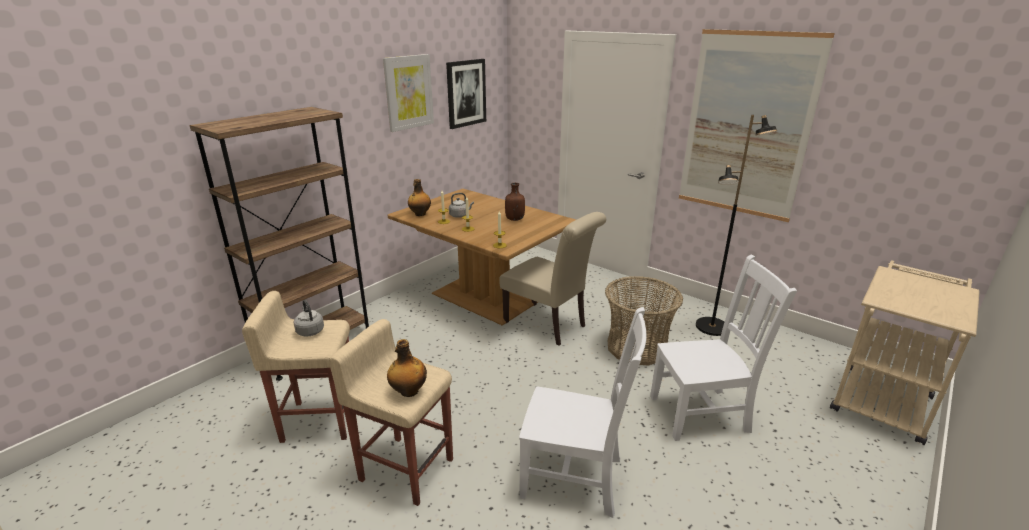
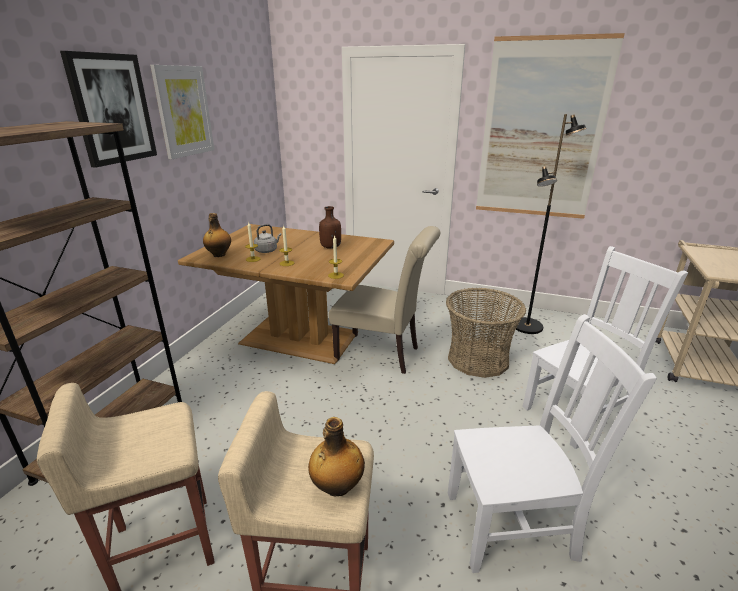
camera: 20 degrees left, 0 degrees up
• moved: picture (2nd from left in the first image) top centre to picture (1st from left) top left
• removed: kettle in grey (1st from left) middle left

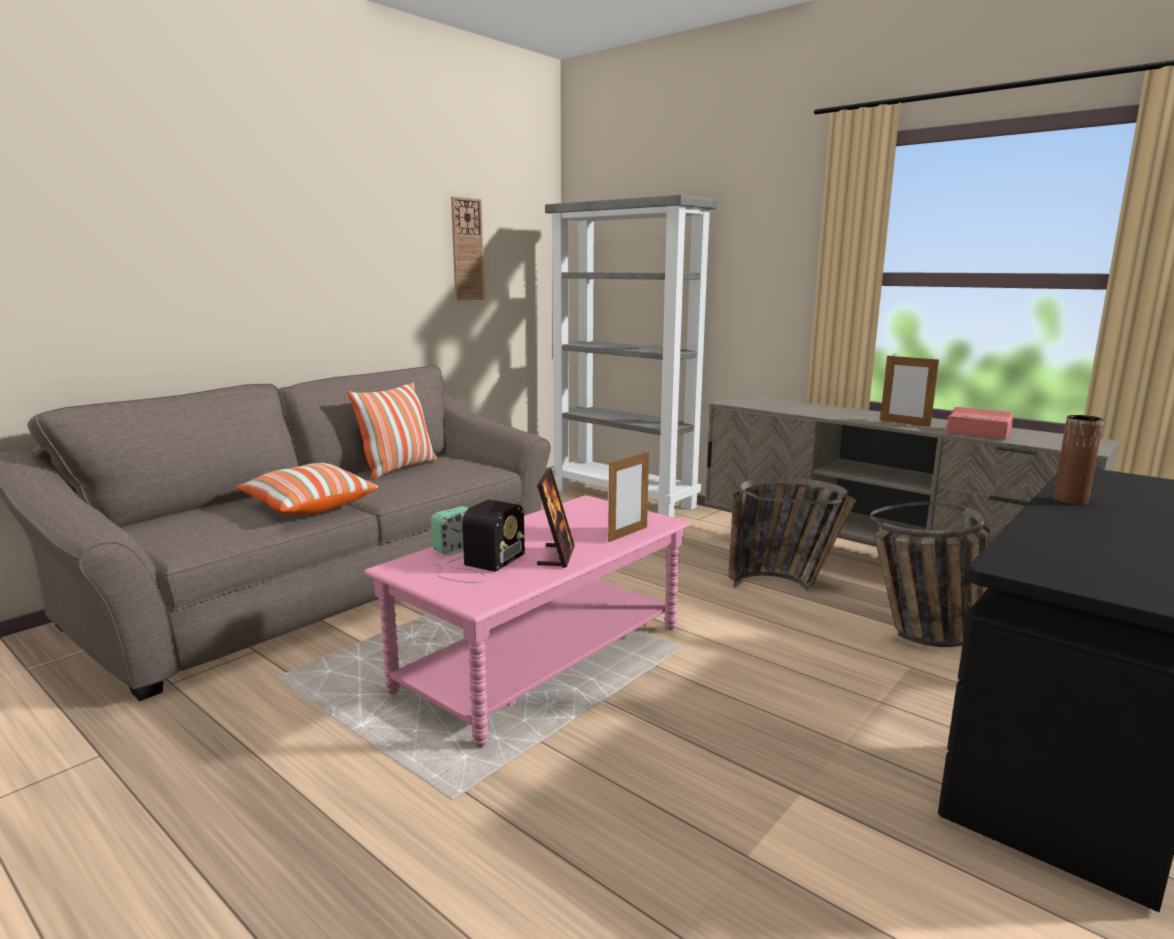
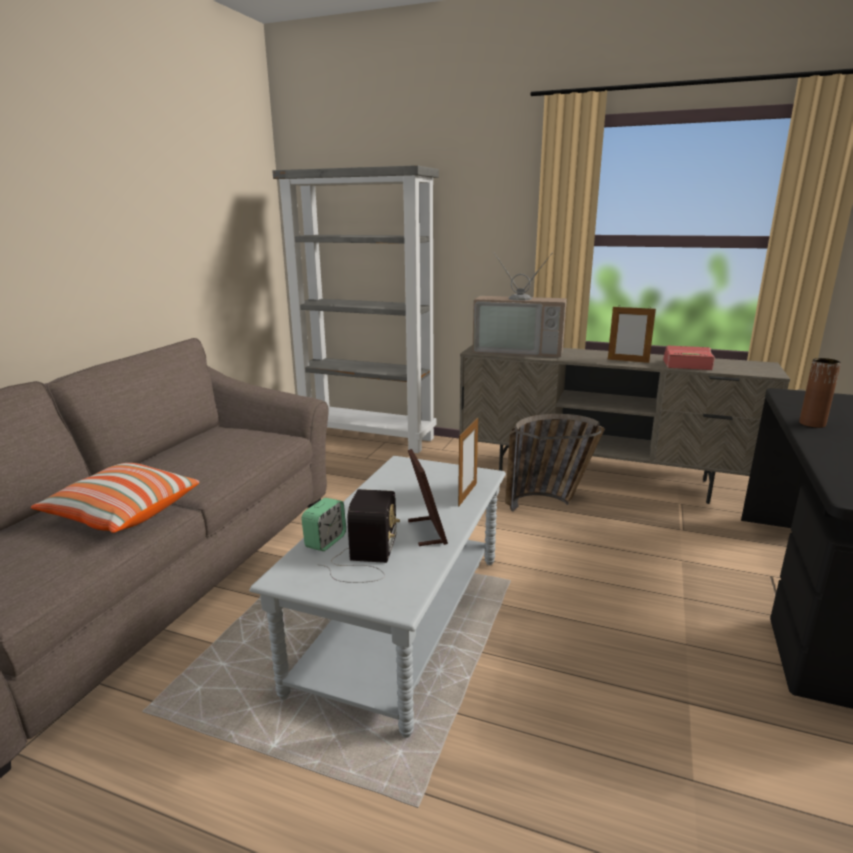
camera: 20 degrees left, 5 degrees up
• removed: hanging clock top centre
• removed: throw pillow (2nd from left) centre
• recoloured: coffee table in pinkish centre to coffee table in grey bottom centre
• removed: household basket (2nd from left) middle right
• added: TV set centre

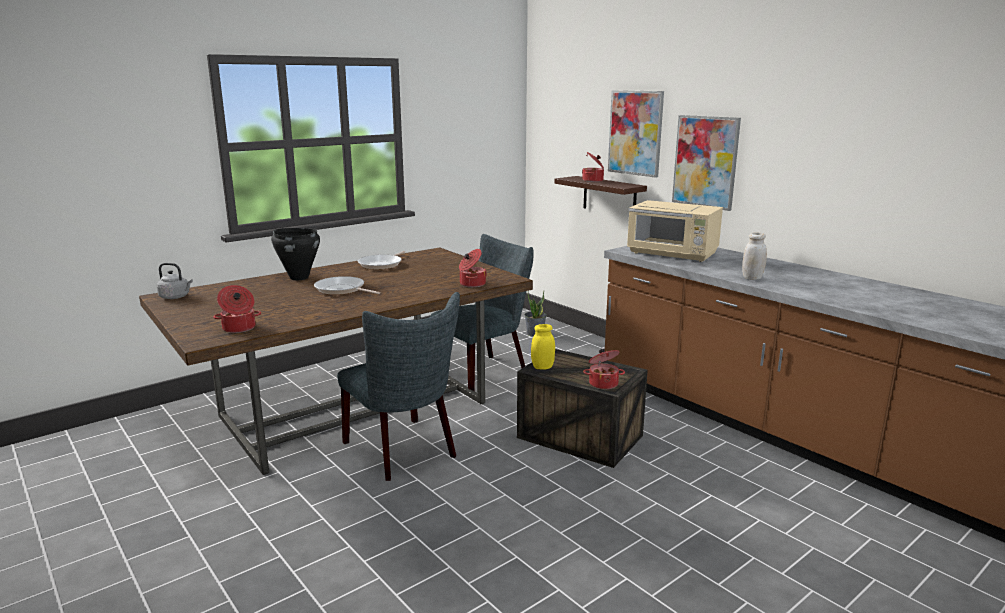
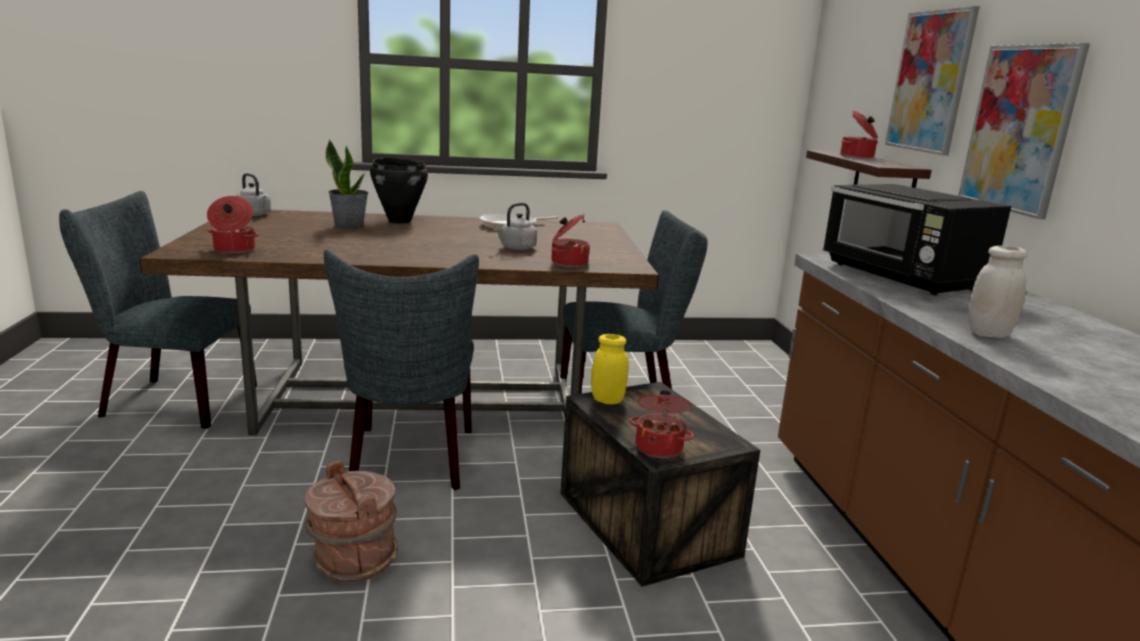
camera: 30 degrees right, 0 degrees up
• recoloured: microwave in sand-coloured middle right to microwave in black-coloured middle right
• removed: pan (1st from left) centre
• moved: potted plant centre to top left
• added: chair in grey (1st from left) middle left
• added: kettle in grey (2nd from left) centre
• added: water bucket in brownish bottom left

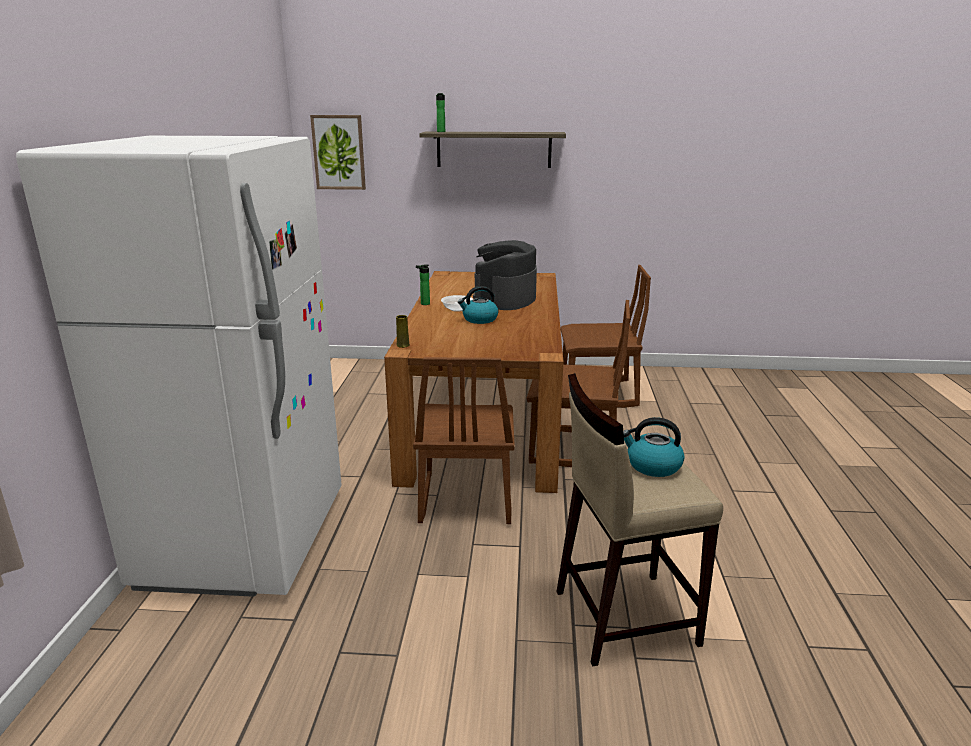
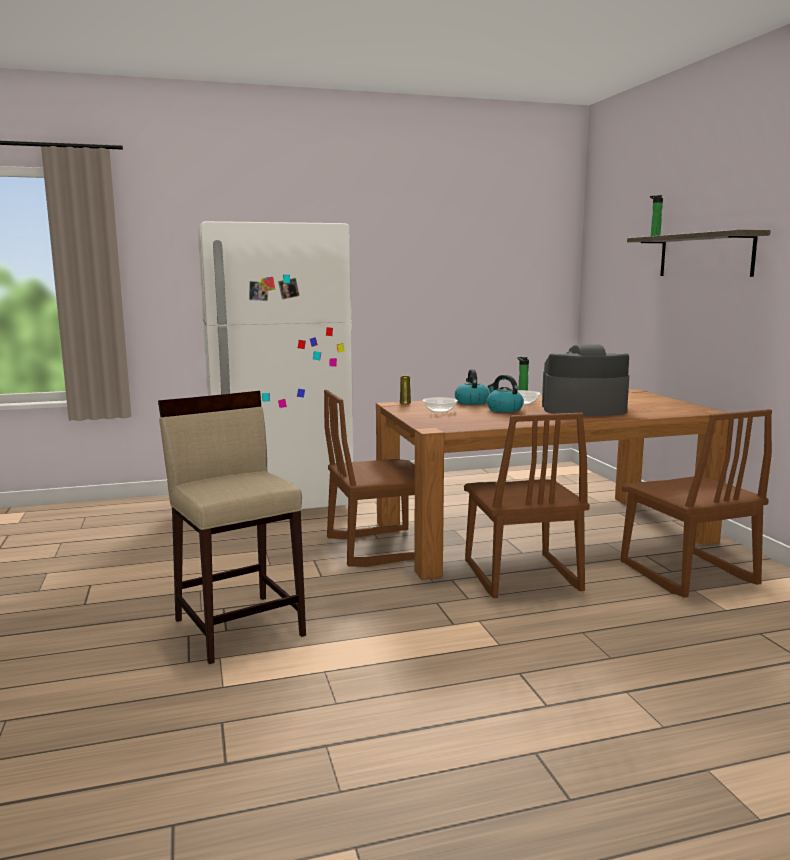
camera: 70 degrees right, 10 degrees down
• removed: picture top centre
• moved: kettle (2nd from left in the first image) middle right to kettle (1st from left) centre
• added: deep dish (1st from left) centre

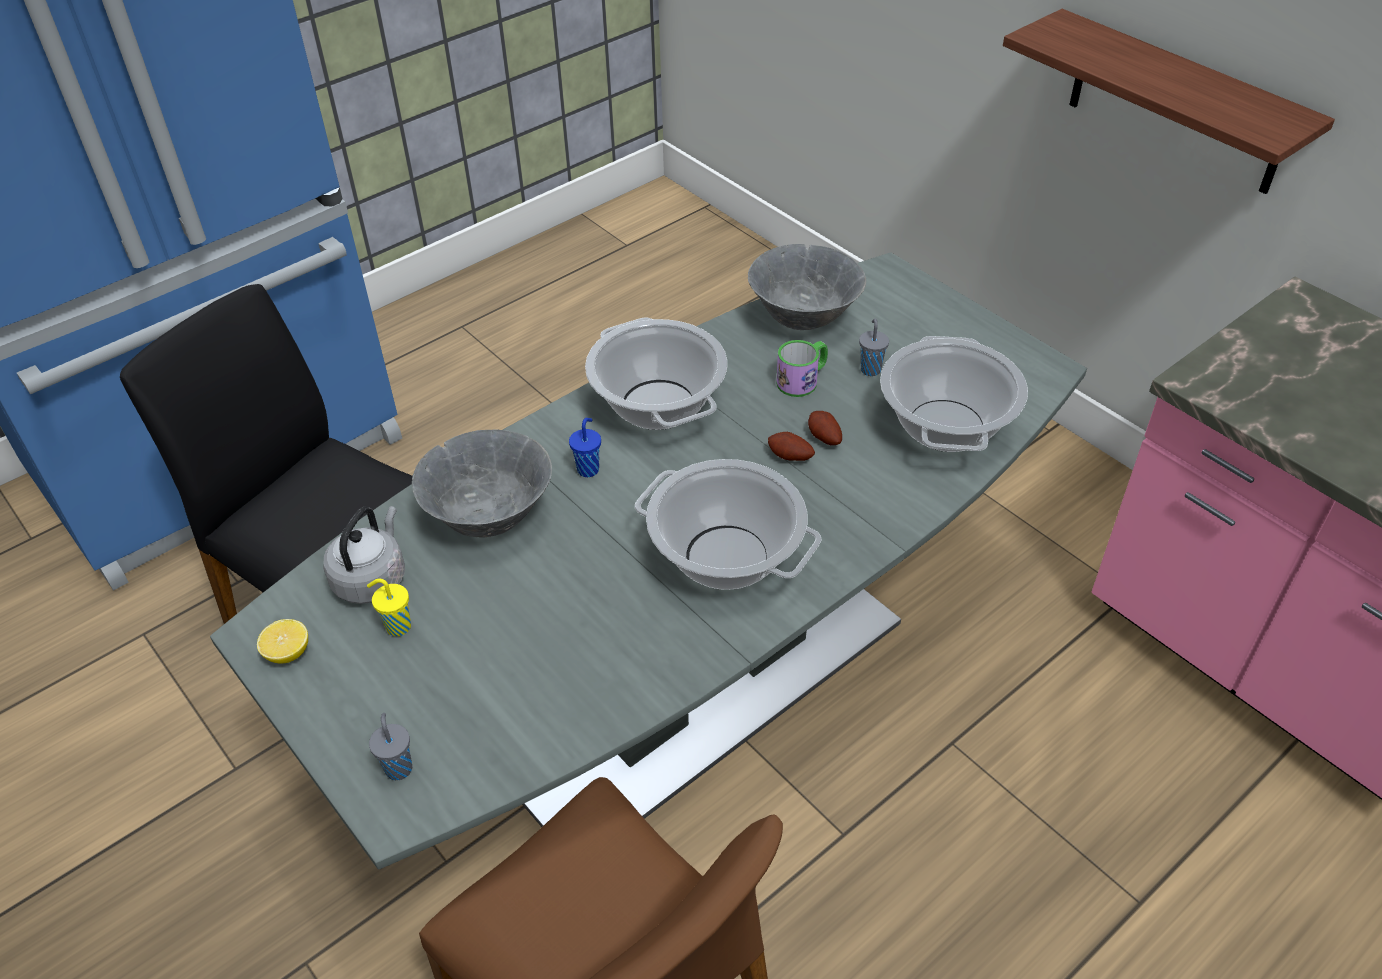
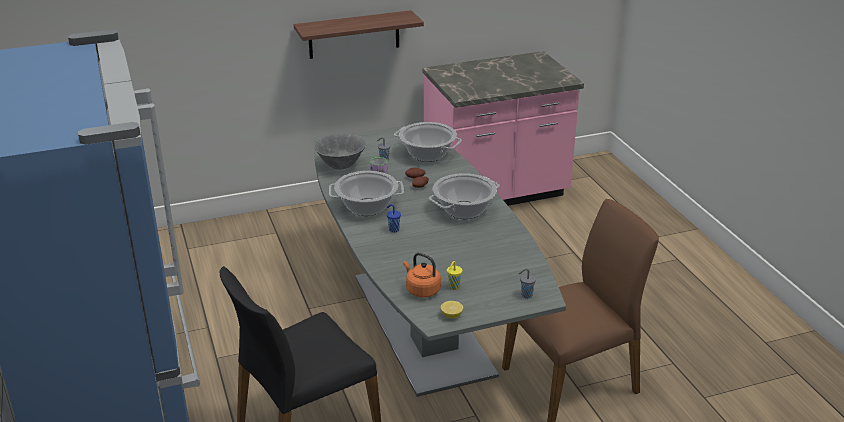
camera: 70 degrees left, 15 degrees down
• removed: deep dish in grey (1st from left) centre
• recoloured: kettle in grey middle left to kettle in orange centre

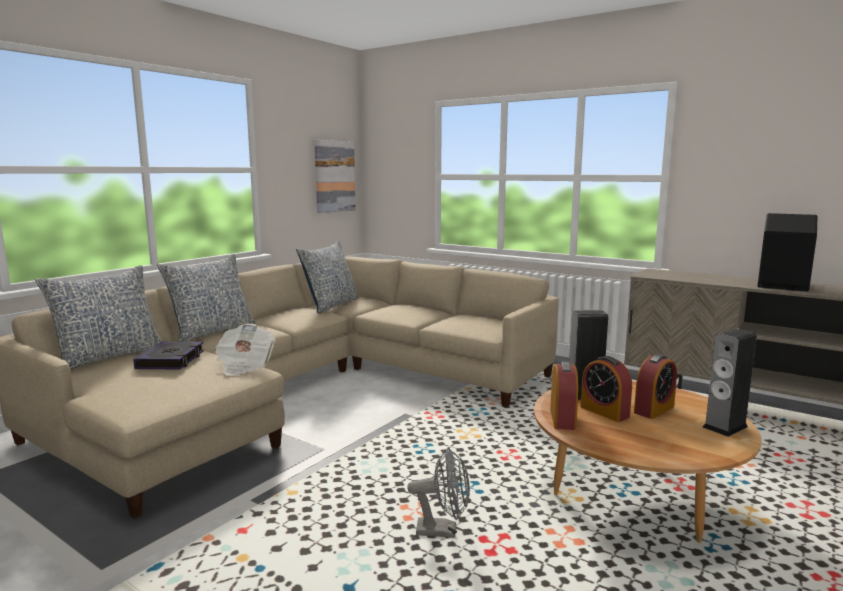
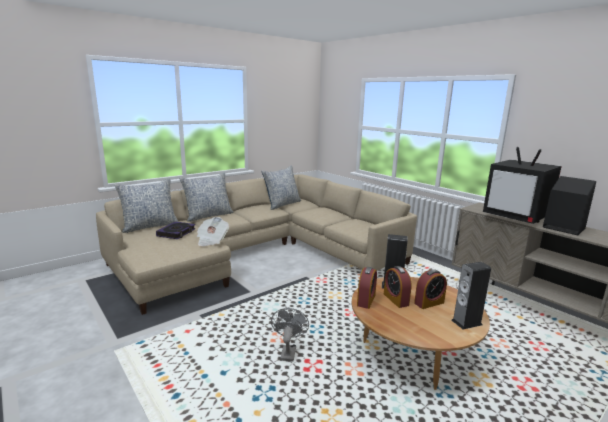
camera: 15 degrees right, 5 degrees up
• removed: picture top centre
• turned: fan in grey bottom centre = bottom centre 105 degrees counterclockwise
• added: TV set middle right

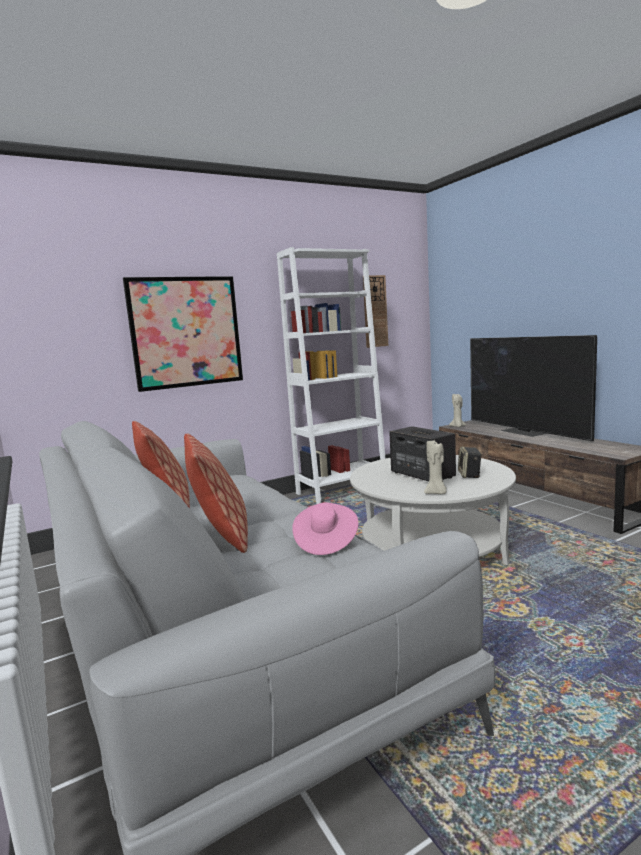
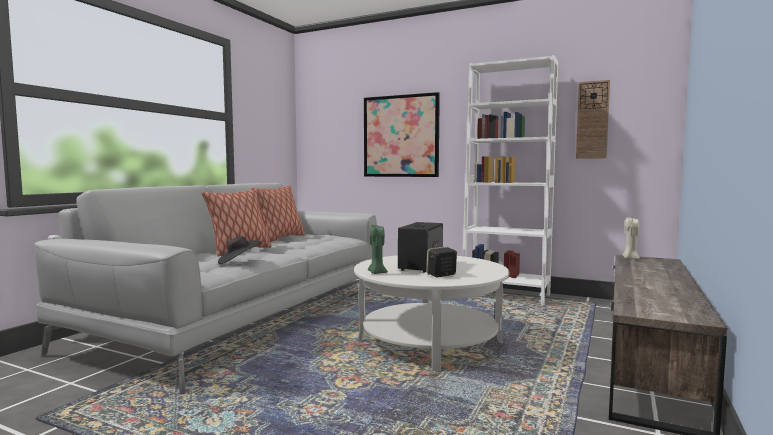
camera: 55 degrees right, 5 degrees down
• removed: TV set middle right
• recoloured: wax candle in sand-coloured (1st from left) middle right to wax candle in greenish centre
• recoloured: wearable hat in pinkish centre to wearable hat in black-coloured middle left

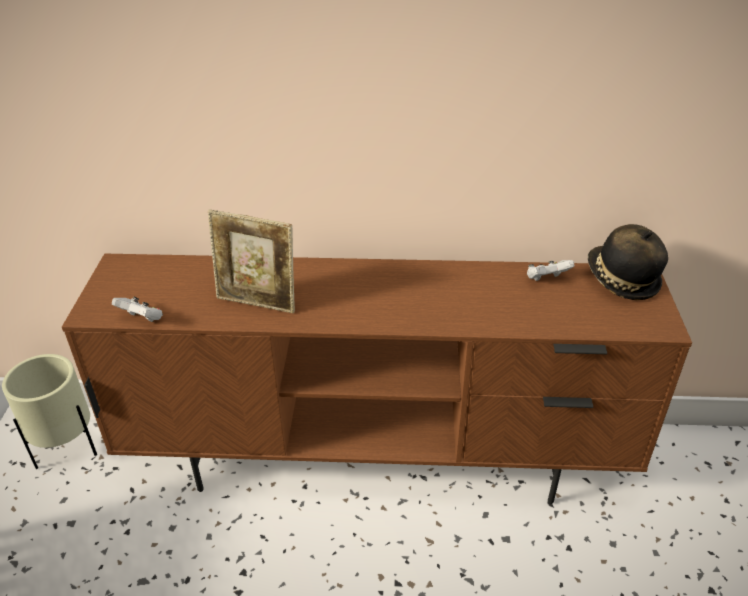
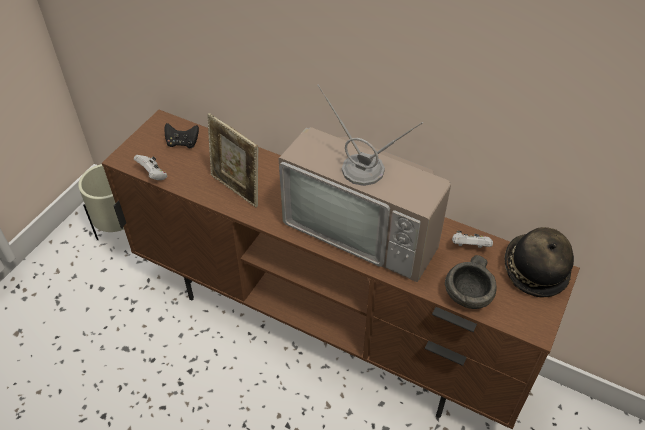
camera: 25 degrees right, 10 degrees up
• added: TV set centre
• added: game controller in black-coloured top left
• added: deep dish in grey middle right

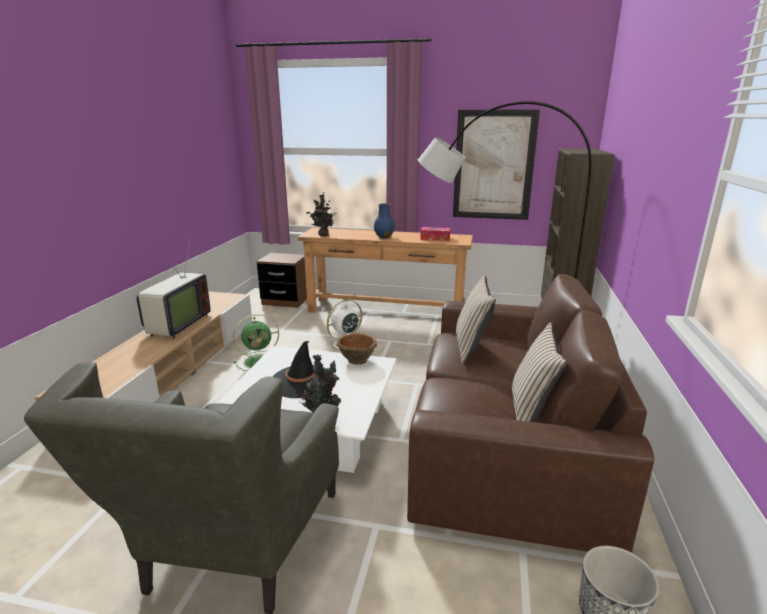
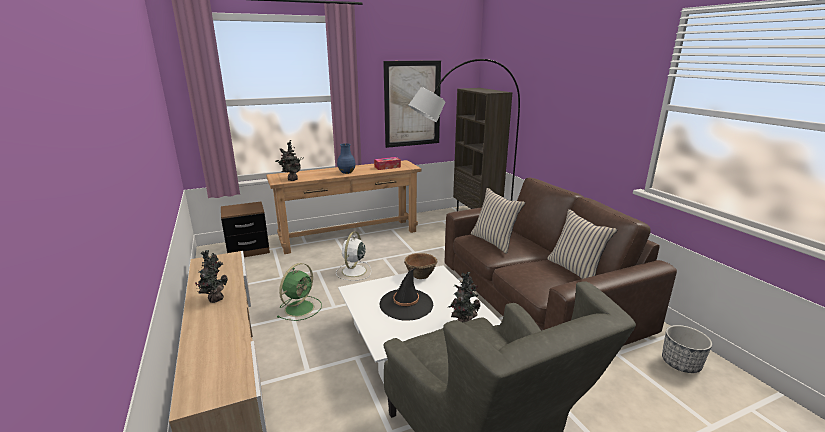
camera: 35 degrees left, 0 degrees up
• replaced: TV set middle left to potted plant (1st from left) middle left

